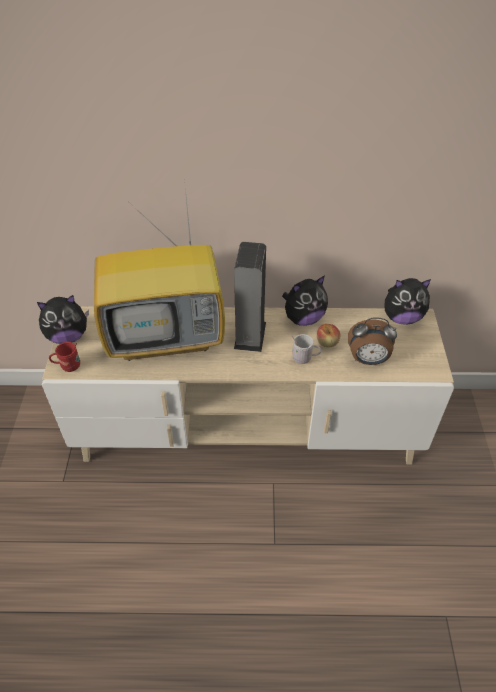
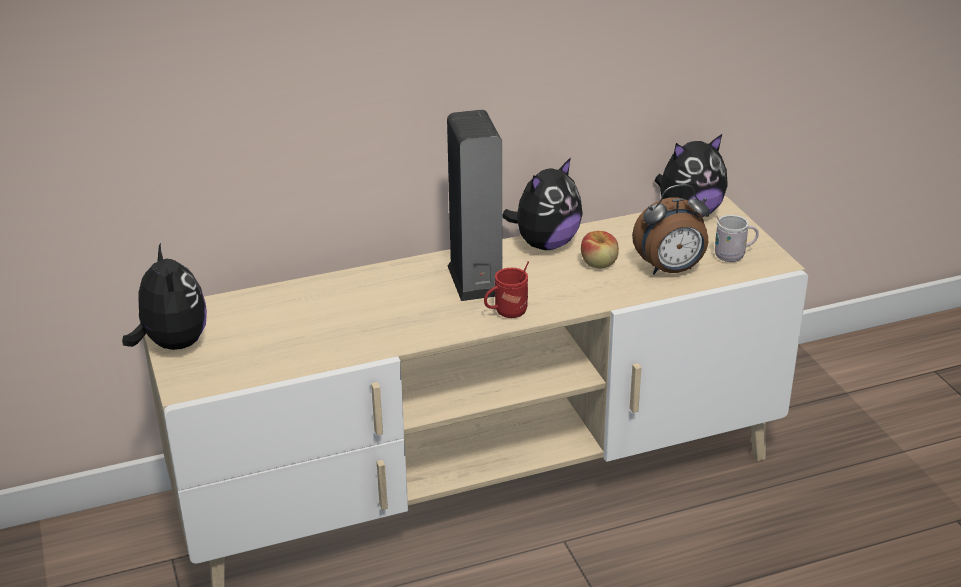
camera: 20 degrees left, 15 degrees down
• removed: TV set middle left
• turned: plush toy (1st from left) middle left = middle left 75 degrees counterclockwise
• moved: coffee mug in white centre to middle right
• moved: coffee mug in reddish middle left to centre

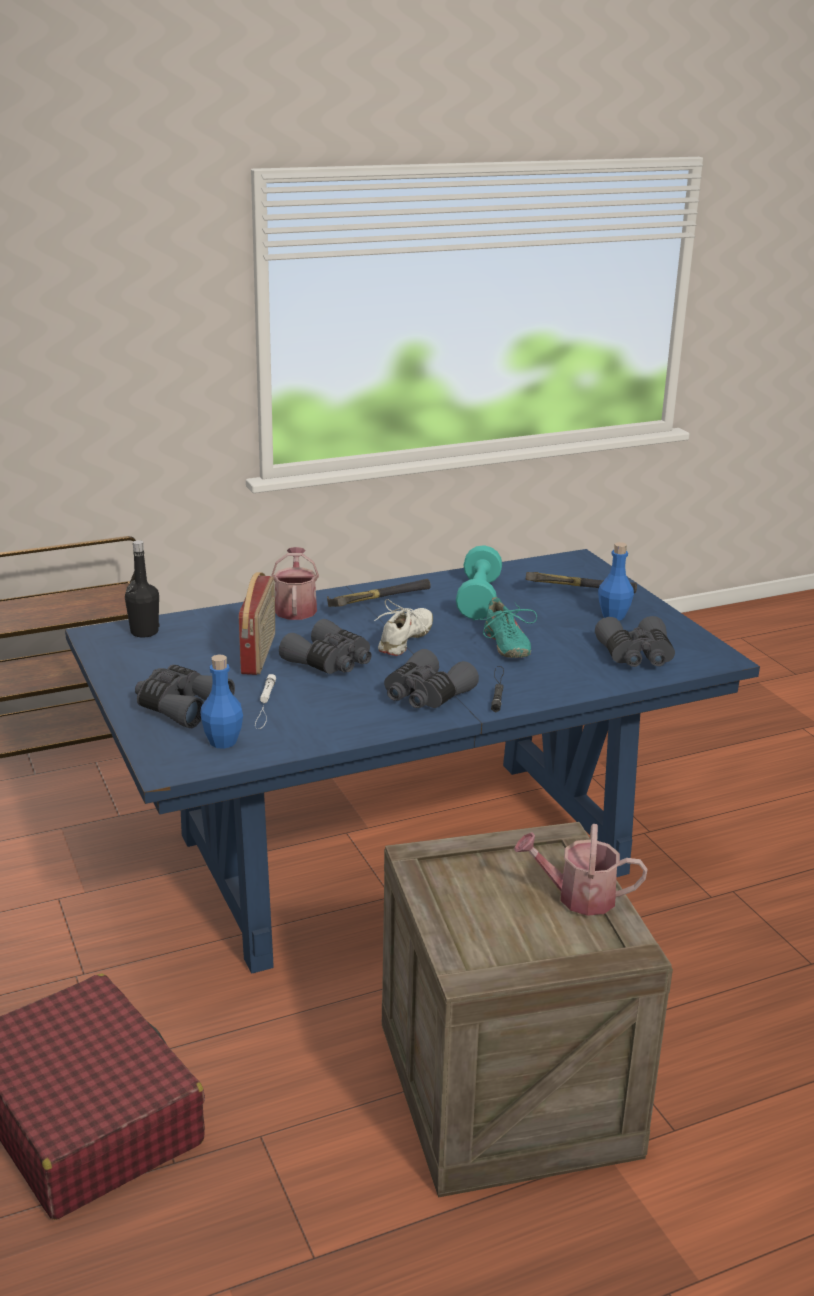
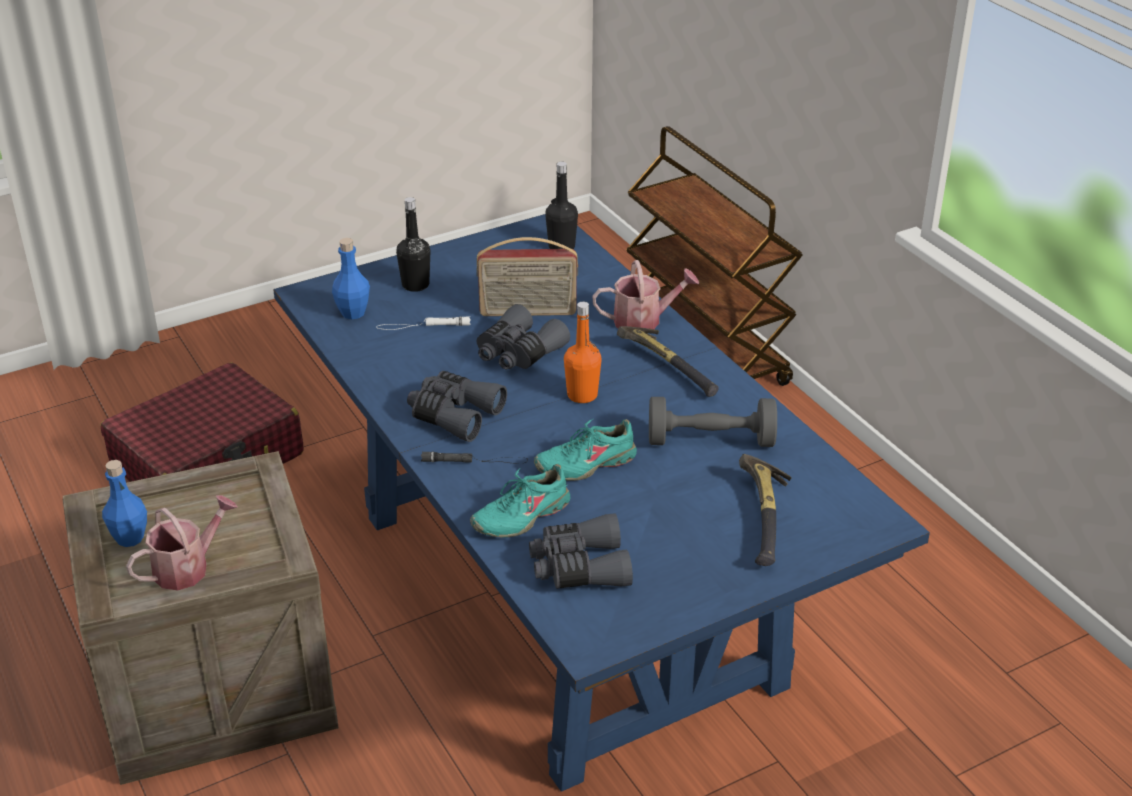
camera: 85 degrees right, 10 degrees up
• moved: drink bottle in blue (2nd from left in the first image) middle right to drink bottle in blue (1st from left) middle left
• recoloured: free weight in turquoise centre to free weight in grey centre
• replaced: shoe in white centre to drink bottle in orange centre
• replaced: binoculars in grey (1st from left) middle left to drink bottle in black-coloured (1st from left) top centre
• turned: watering pot (2nd from left in the first image) bottom right = bottom left 45 degrees clockwise
• added: shoe in turquoise (1st from left) centre

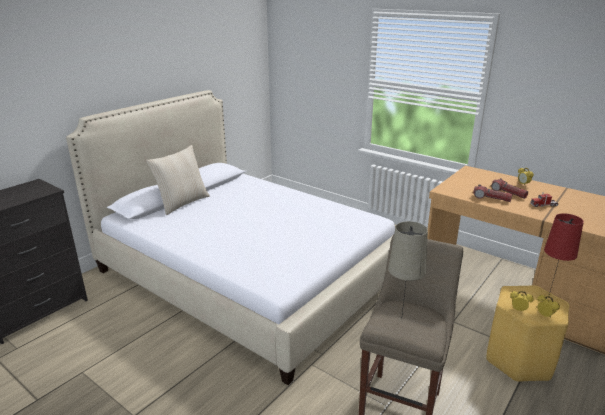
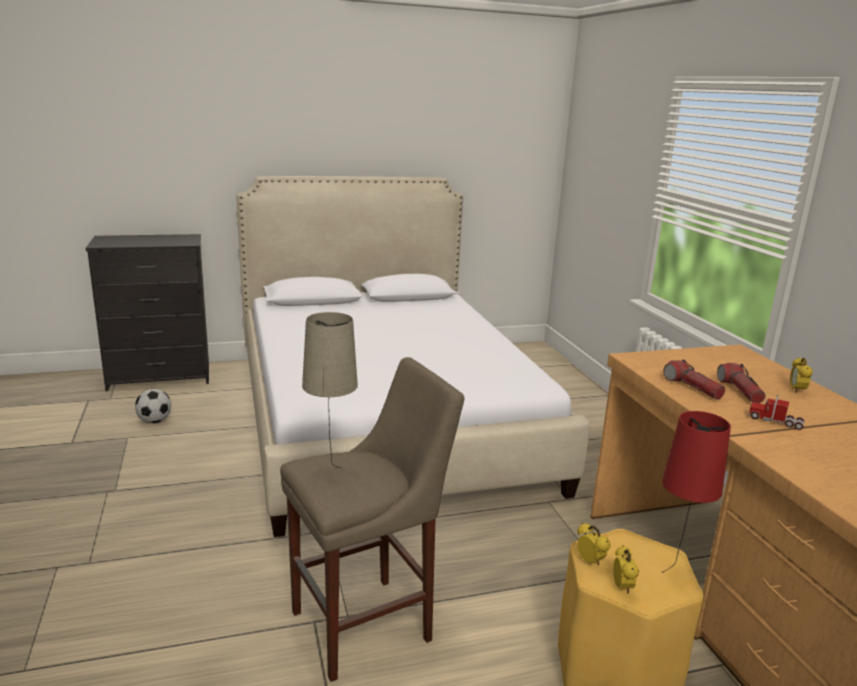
camera: 35 degrees right, 5 degrees down
• removed: throw pillow in sand-coloured middle left
• added: ball for football middle left

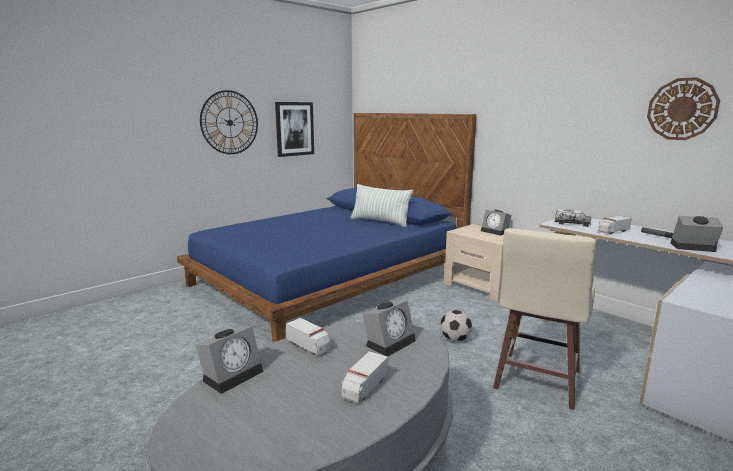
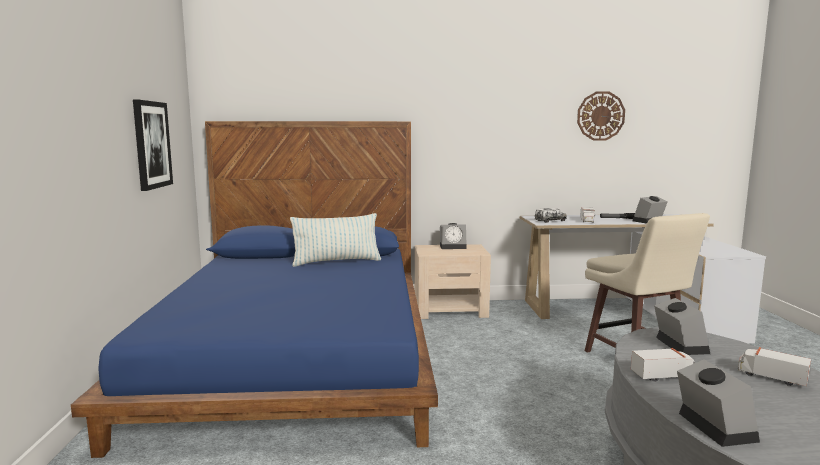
camera: 50 degrees left, 5 degrees down
• removed: hanging clock (1st from left) top left
• removed: ball for football bottom centre
• turned: toy lorry (2nd from left in the first image) bottom centre = bottom right 150 degrees clockwise

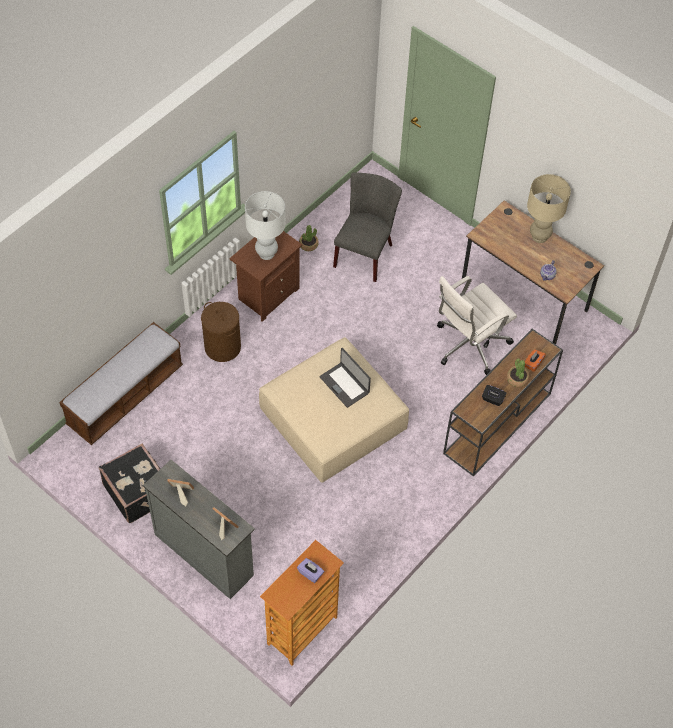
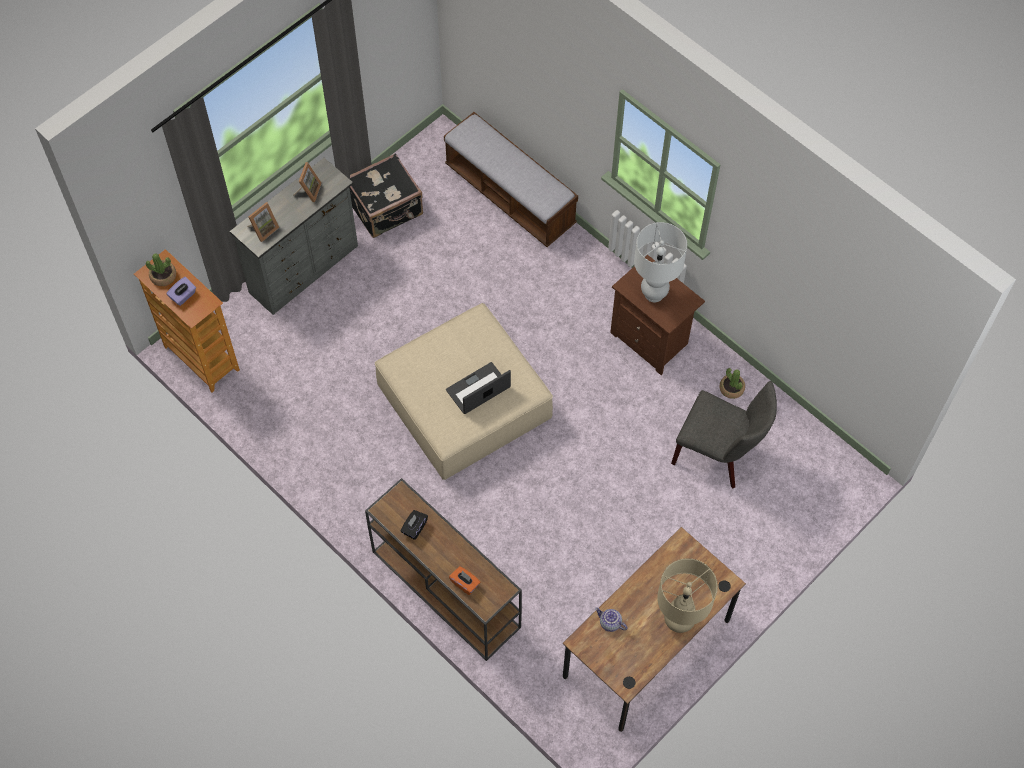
camera: 95 degrees right, 5 degrees up
• removed: office chair in white middle right
• removed: washing basket in brownish middle left
• moved: potted plant (2nd from left in the first image) middle right to potted plant (1st from left) middle left

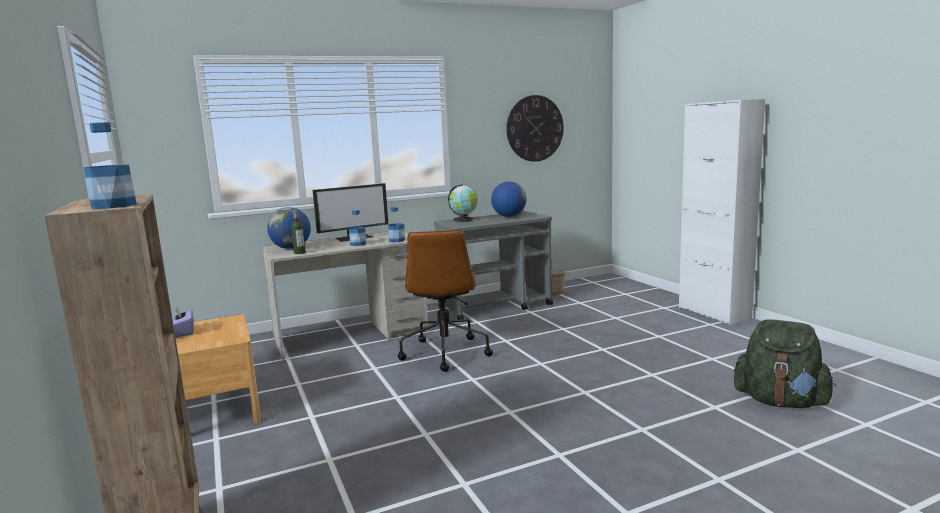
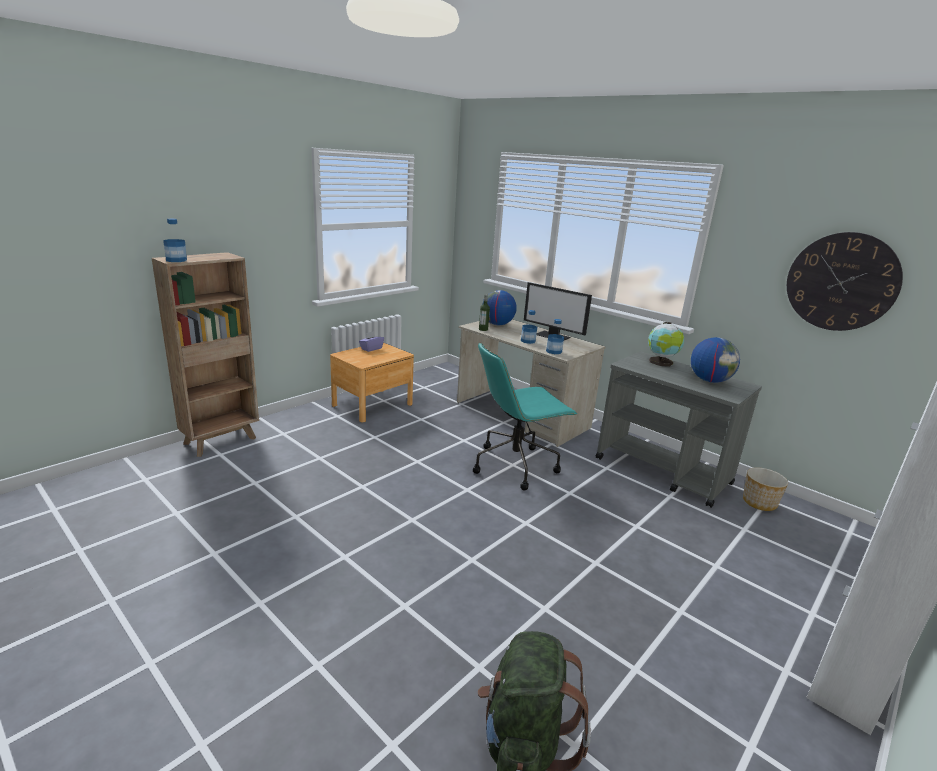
camera: 65 degrees right, 10 degrees up
• recoloured: office chair in brownish centre to office chair in turquoise centre

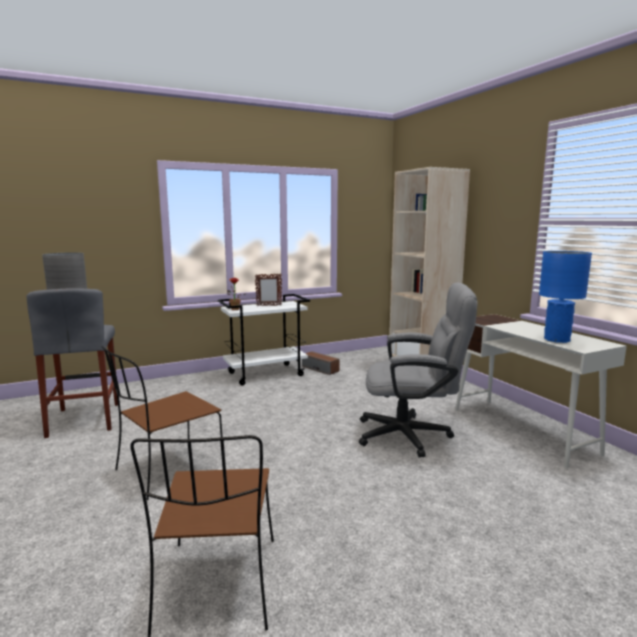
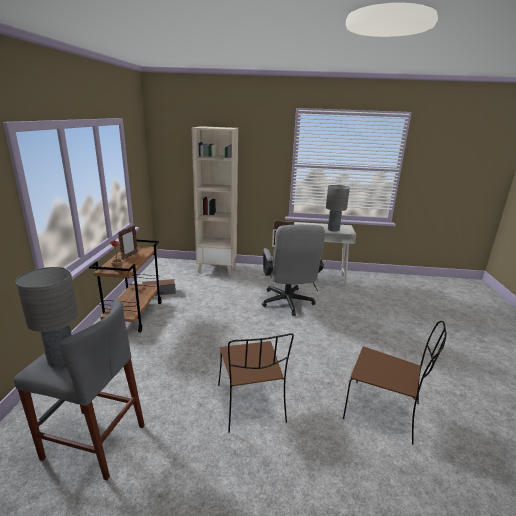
camera: 60 degrees left, 10 degrees up
• recoloured: tabletop lamp in blue middle right to tabletop lamp in grey (2nd from left) centre
• turned: office chair in grey centre = centre 135 degrees clockwise
• recoloured: trolley in white centre to trolley in brownish middle left

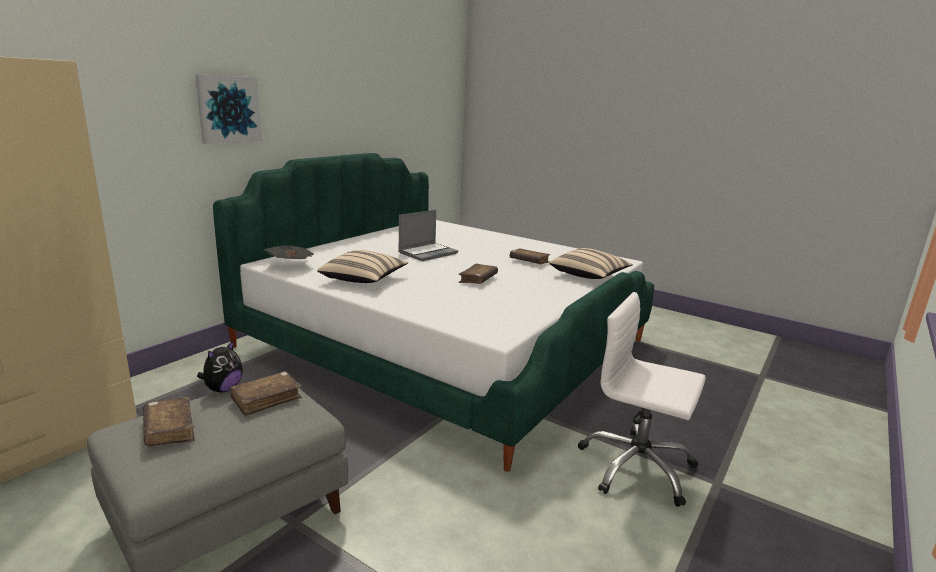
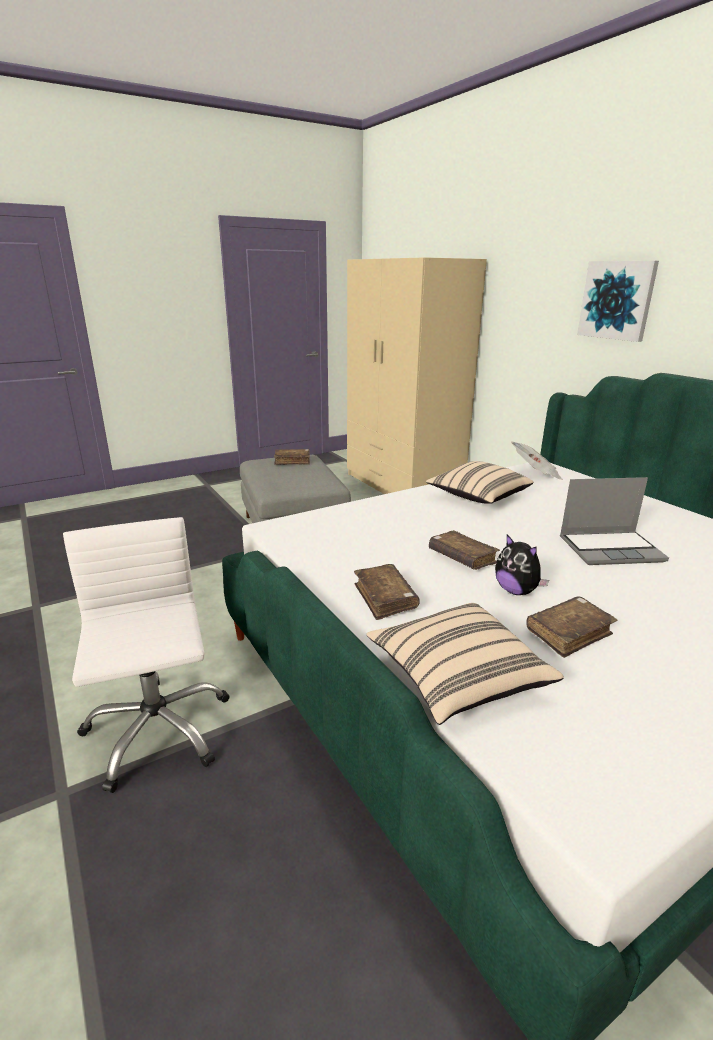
camera: 115 degrees right, 5 degrees up
• turned: portable computer centre = middle right 75 degrees counterclockwise
• turned: office chair in white bottom right = middle left 75 degrees counterclockwise
• moved: plush toy middle left to middle right
• moved: book in brownish (2nd from left) bottom left to centre

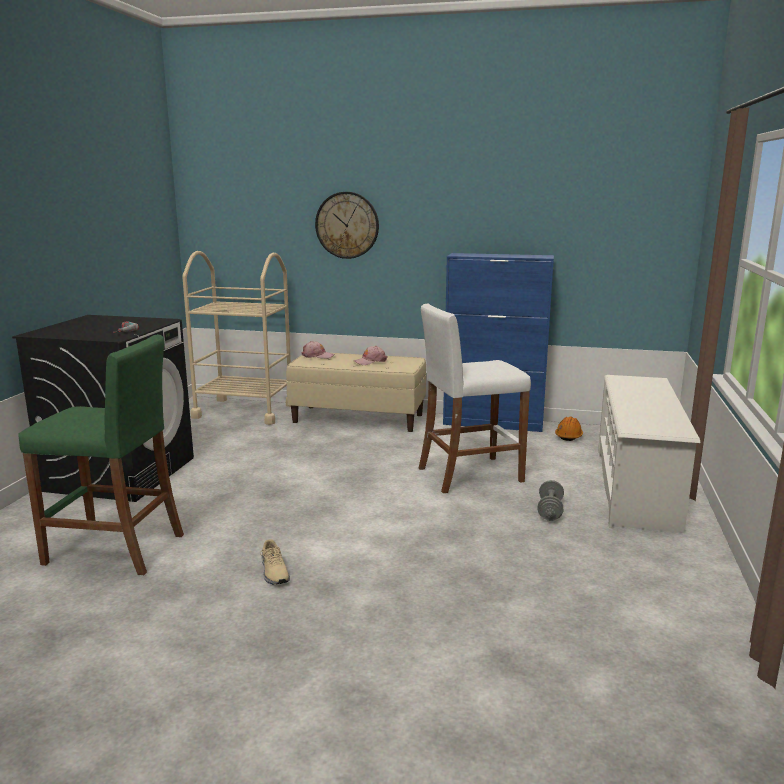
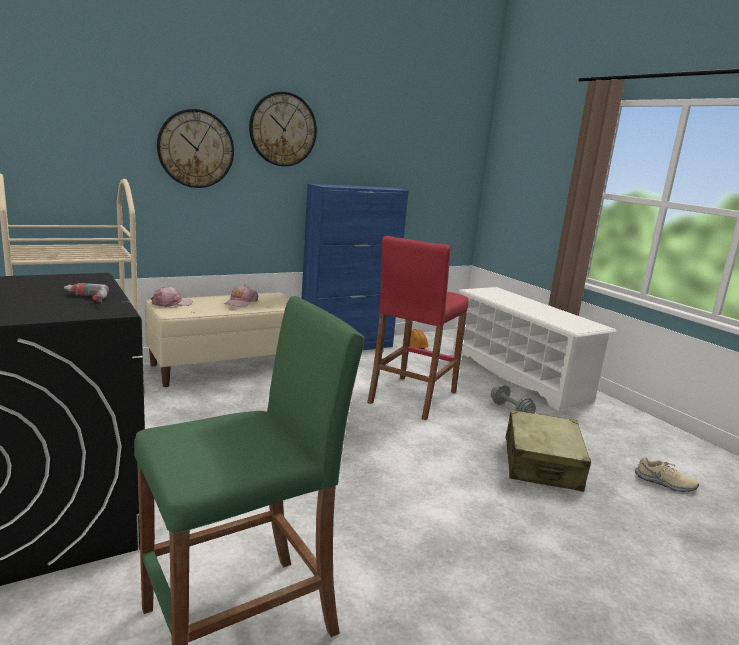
camera: 45 degrees left, 0 degrees up
• recoloured: sitting stool in white centre to sitting stool in reddish centre
• moved: shoe in sand-coloured bottom centre to bottom right
• added: hanging clock (2nd from left) top centre
• added: travel case in sand-coloured bottom right

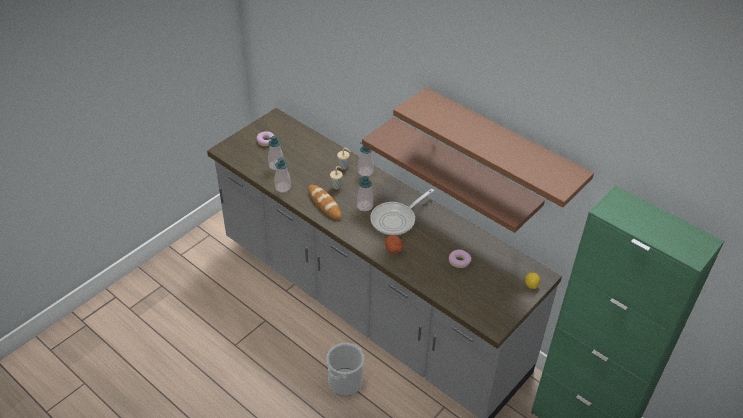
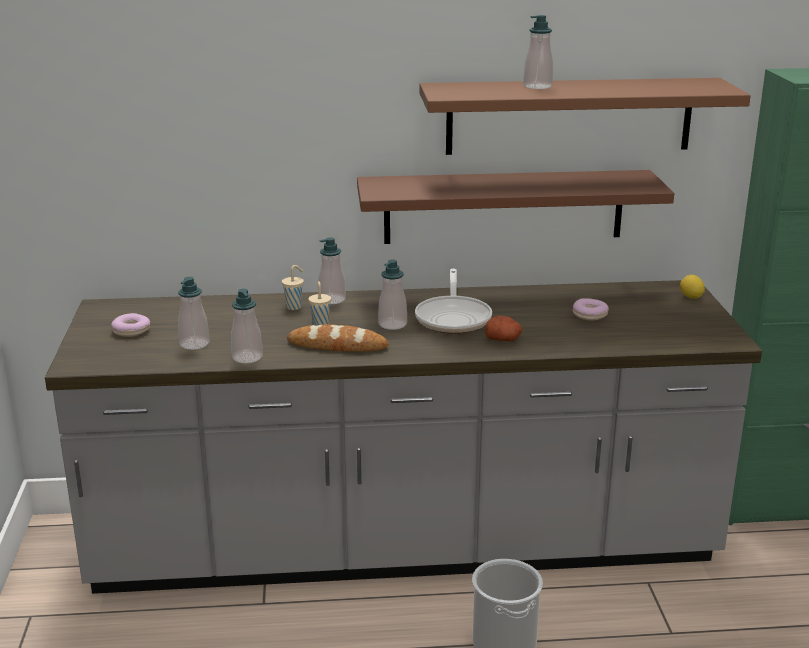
camera: 45 degrees left, 20 degrees down
• added: soap bottle (5th from left) top centre

